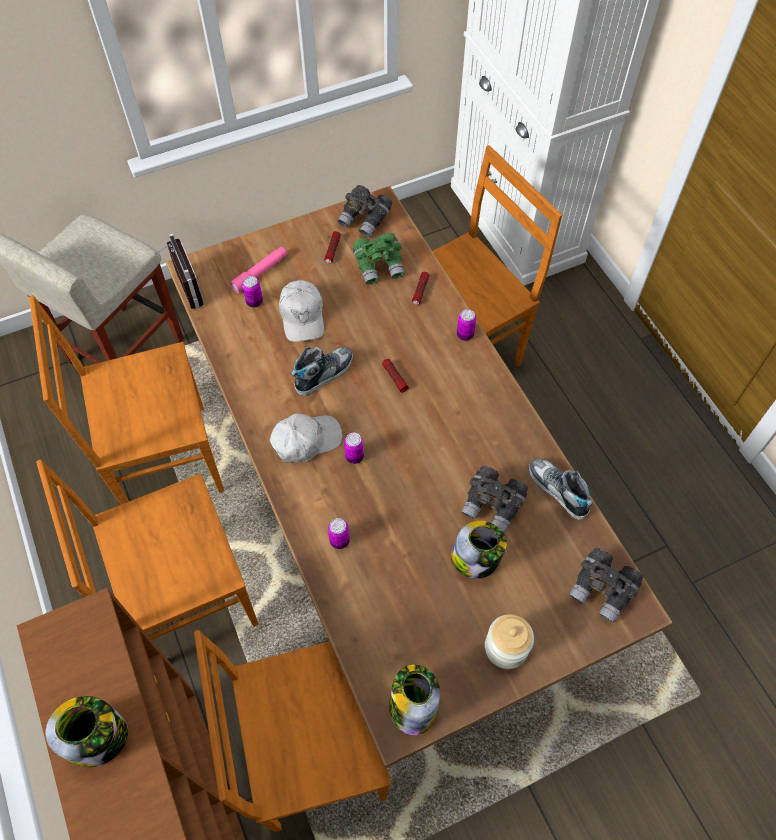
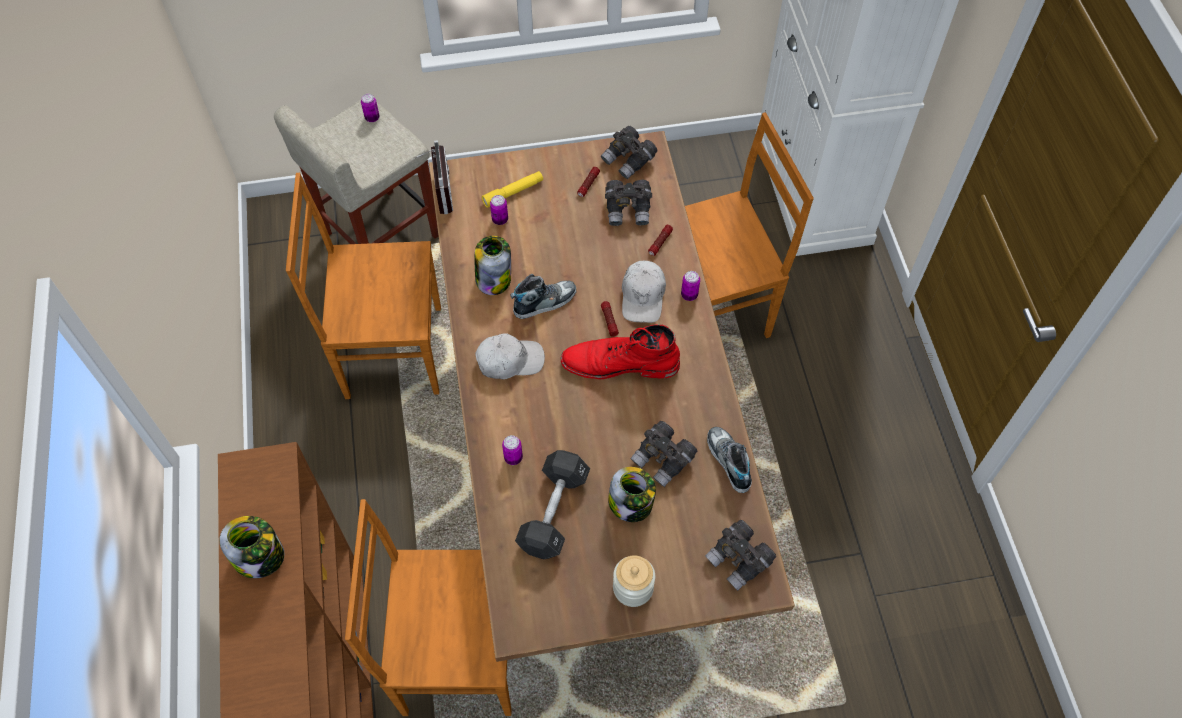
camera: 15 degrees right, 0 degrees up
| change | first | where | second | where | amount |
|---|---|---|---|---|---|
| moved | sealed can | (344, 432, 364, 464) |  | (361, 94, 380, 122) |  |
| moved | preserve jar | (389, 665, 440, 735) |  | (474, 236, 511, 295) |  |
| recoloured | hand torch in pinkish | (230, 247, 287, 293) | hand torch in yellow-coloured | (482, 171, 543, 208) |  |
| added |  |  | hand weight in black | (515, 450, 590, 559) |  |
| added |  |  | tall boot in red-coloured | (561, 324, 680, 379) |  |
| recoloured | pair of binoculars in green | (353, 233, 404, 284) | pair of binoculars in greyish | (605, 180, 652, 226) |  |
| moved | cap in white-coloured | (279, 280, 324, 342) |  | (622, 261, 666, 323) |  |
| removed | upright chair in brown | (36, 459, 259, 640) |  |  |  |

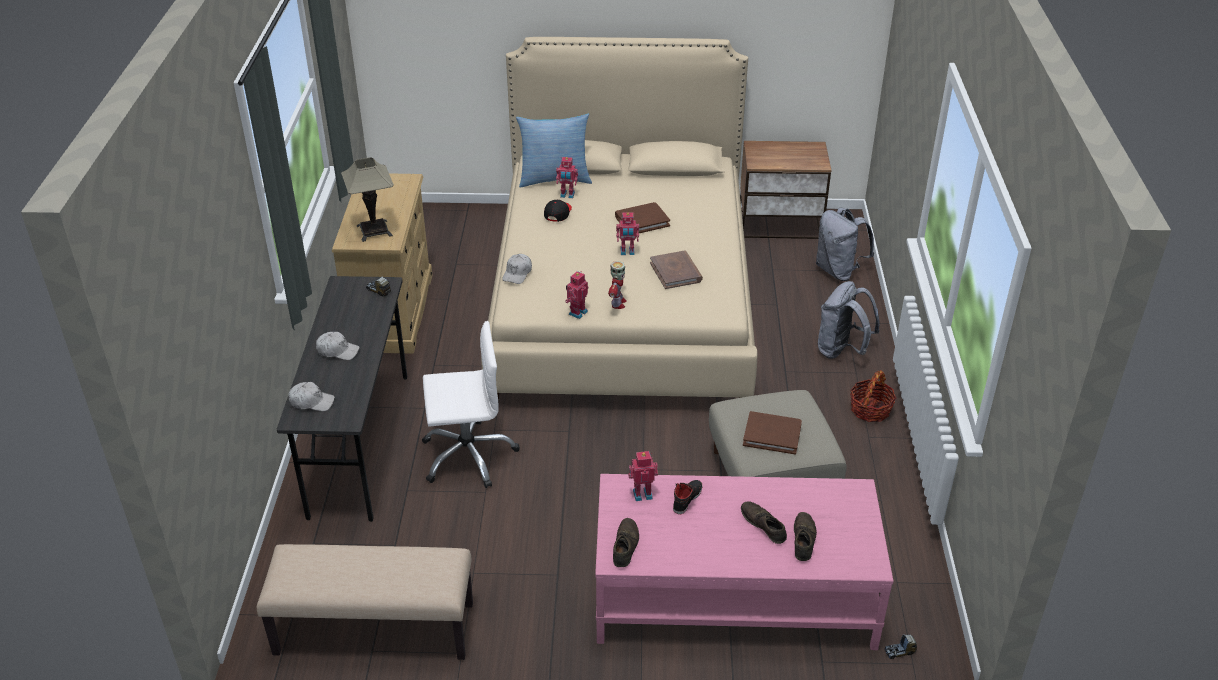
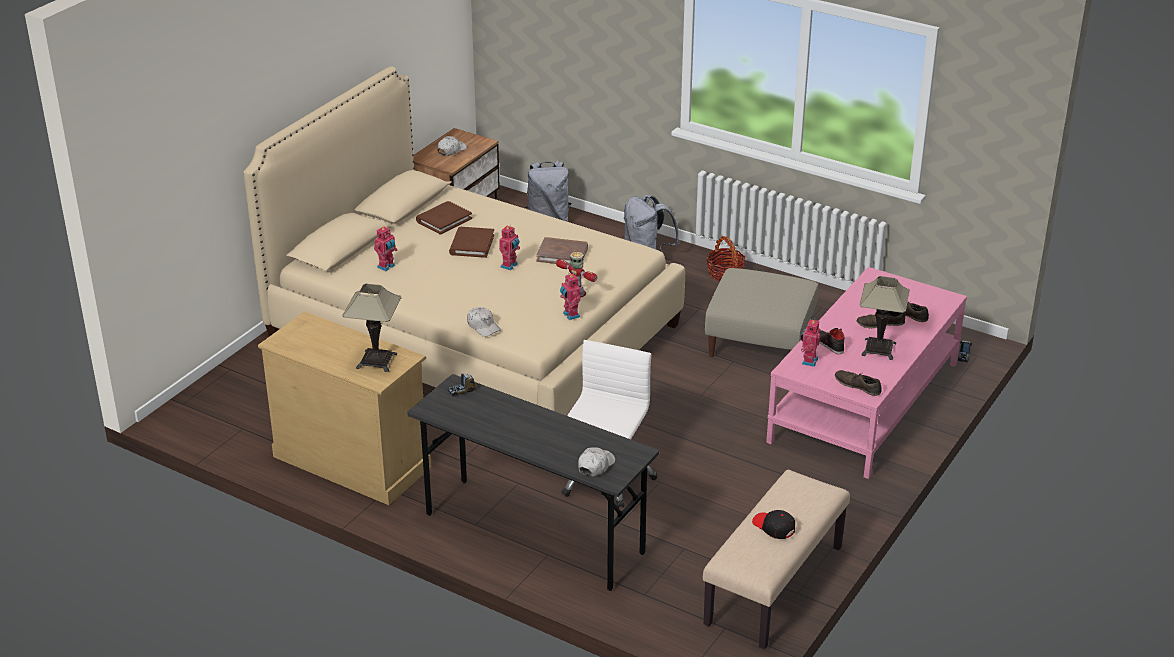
camera: 60 degrees left, 5 degrees down
| change | first | where | second | where | amount |
|---|---|---|---|---|---|
| moved | book in brown | (743, 411, 802, 455) |  | (416, 201, 472, 235) |  |
| moved | cap in white-coloured | (316, 332, 359, 360) |  | (437, 136, 467, 156) |  |
| moved | cap in black | (544, 200, 572, 222) |  | (752, 510, 795, 539) |  |
| added |  |  | tabletop lamp | (859, 276, 910, 360) |  |
| removed | throw pillow | (516, 114, 592, 187) |  |  |  |

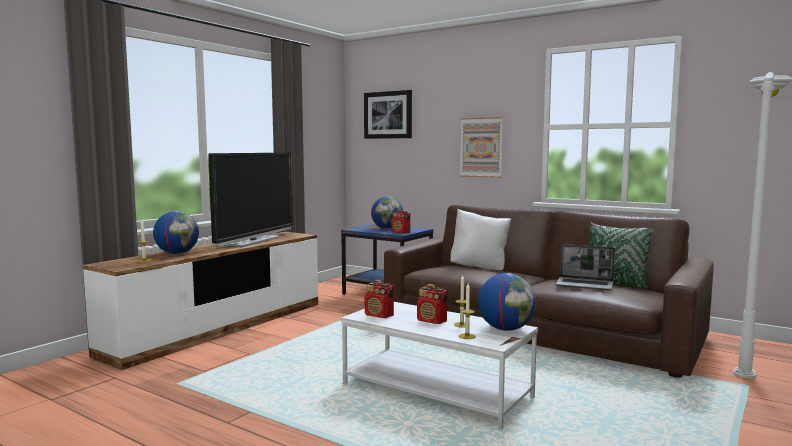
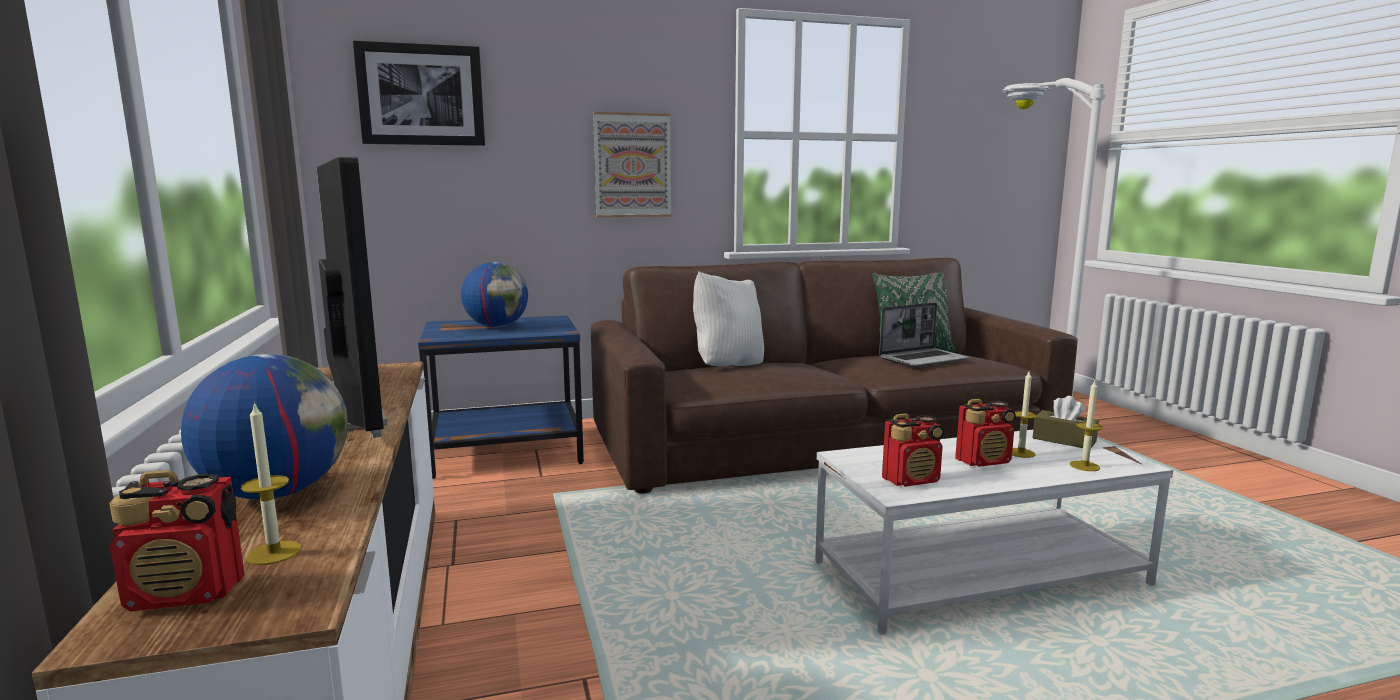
camera: 50 degrees left, 5 degrees up
| change | first | where | second | where | amount |
|---|---|---|---|---|---|
| moved | radio receiver | (391, 210, 410, 234) |  | (110, 470, 245, 611) |  |
| replaced | globe | (478, 273, 536, 331) | tissue holder in brown | (1033, 396, 1099, 448) |  |

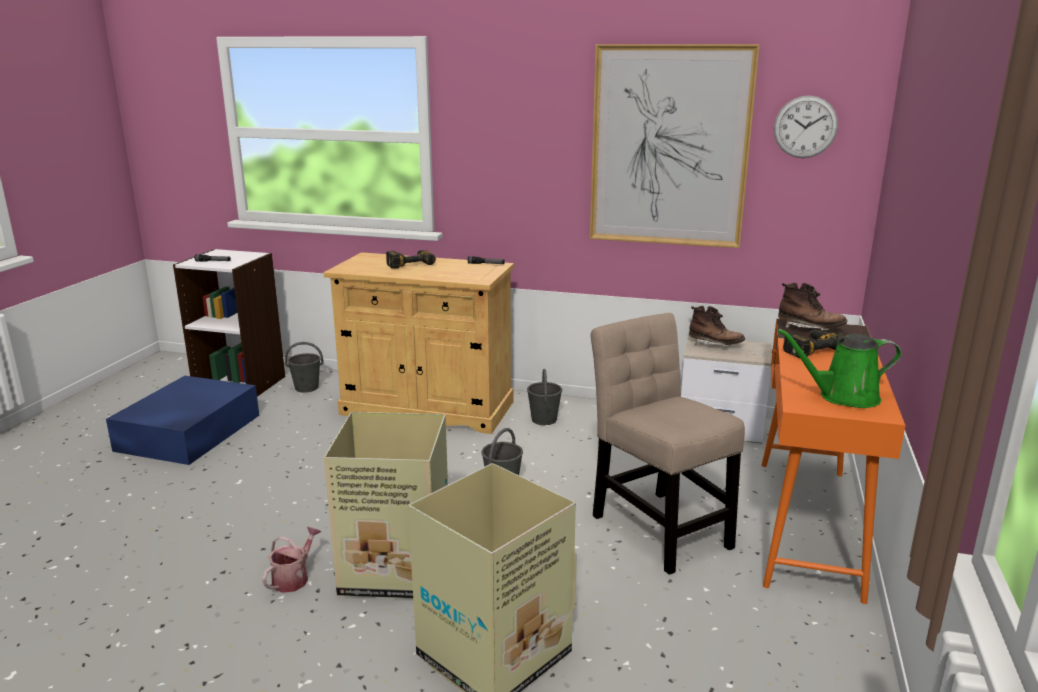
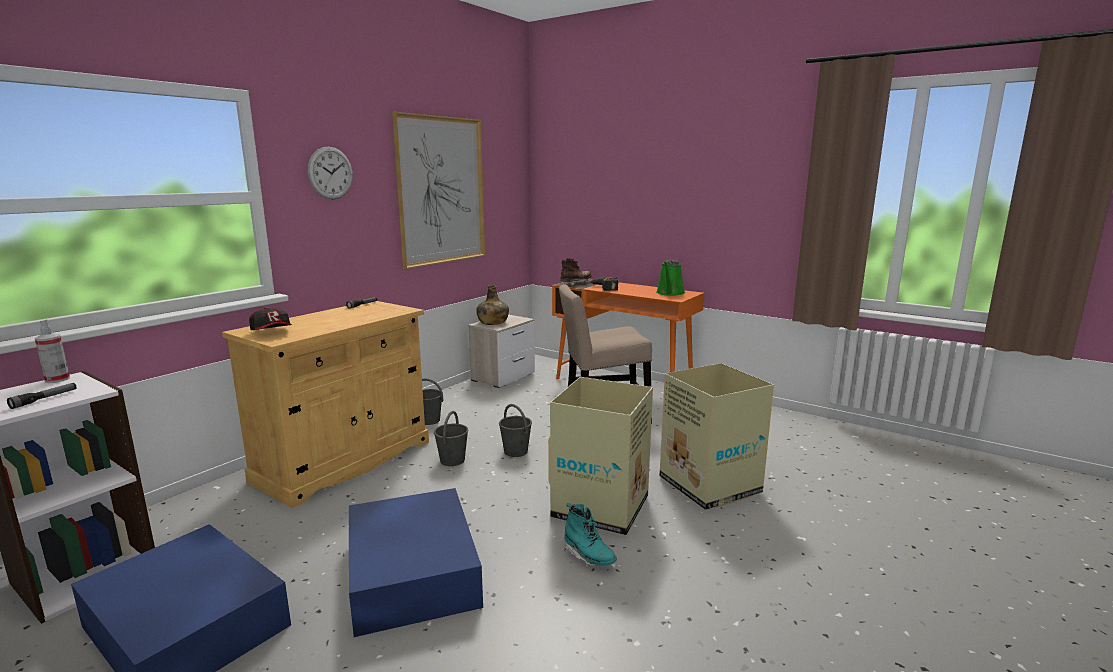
camera: 70 degrees left, 5 degrees down
| change | first | where | second | where | amount |
|---|---|---|---|---|---|
| added |  |  | sprayer | (35, 319, 70, 383) |  |
| added |  |  | cap | (249, 307, 292, 330) |  |
| moved | clock on the wall | (774, 95, 838, 158) |  | (308, 146, 353, 199) |  |
| added |  |  | storage container in blue-coloured | (349, 488, 483, 637) |  |
| moved | water bucket in greyish | (285, 342, 324, 392) |  | (434, 411, 468, 466) |  |
| replaced | tall boot in brown | (689, 306, 745, 347) | bottle in green | (476, 285, 509, 325) |  |
| replaced | watering can | (262, 526, 321, 593) | tall boot in turquoise-coloured | (564, 503, 617, 566) |  |
| removed | electric drill | (386, 250, 436, 269) |  |  |  |

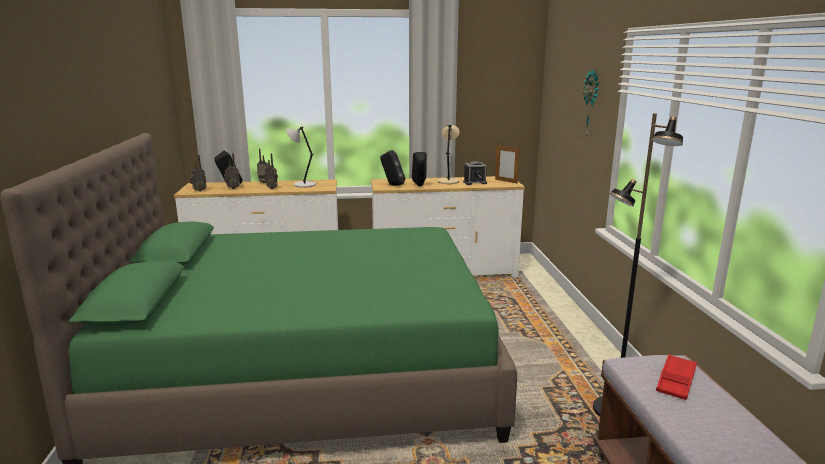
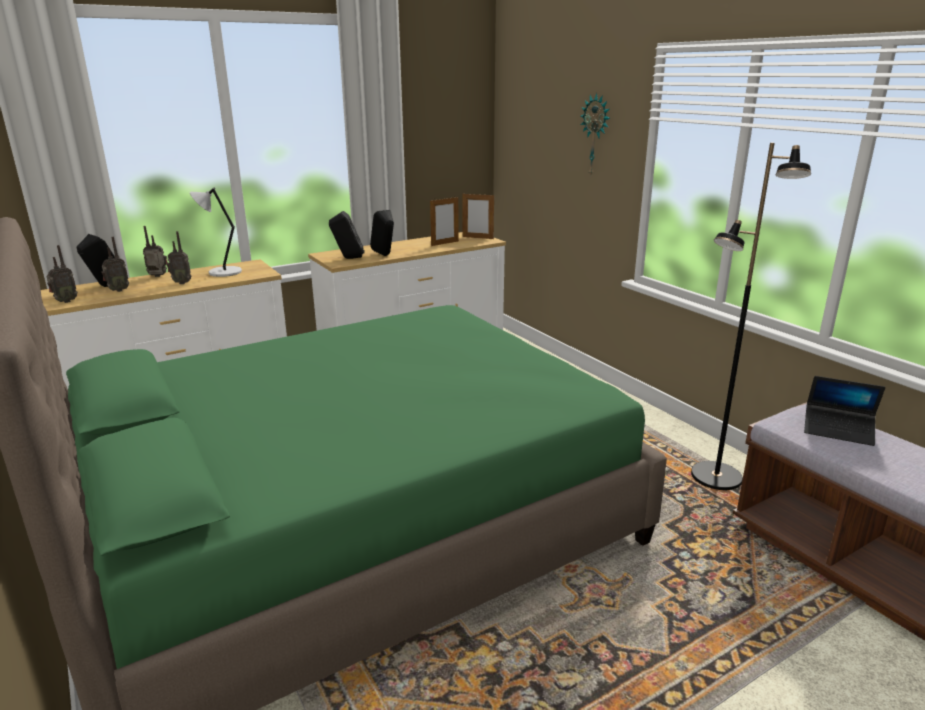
camera: 25 degrees left, 5 degrees up
| change | first | where | second | where | amount |
|---|---|---|---|---|---|
| replaced | table clock | (463, 162, 487, 185) | photo frame | (430, 196, 459, 246) |  |
| replaced | carrying tray in red-coloured | (656, 354, 697, 400) | portable computer | (804, 376, 885, 446) |  |
| removed | tabletop lamp in beige | (438, 125, 459, 184) |  |  |  |

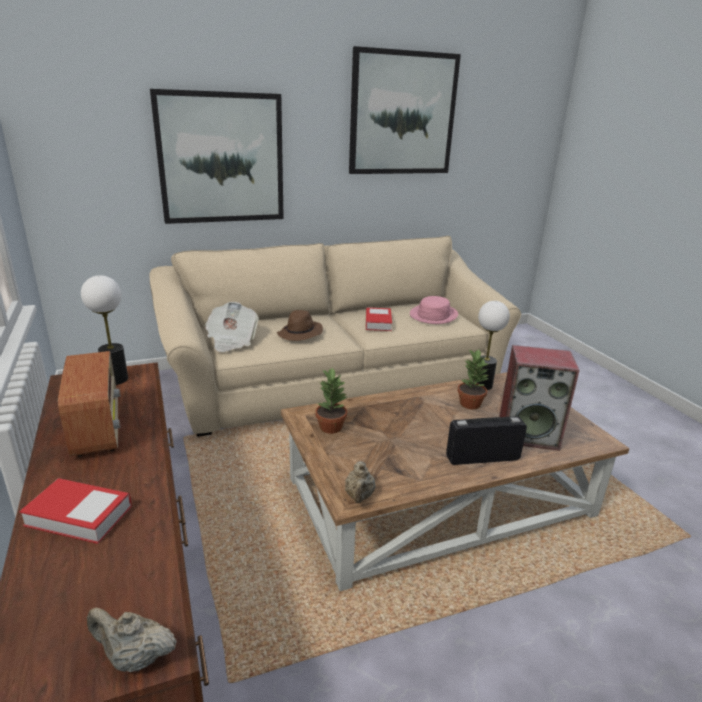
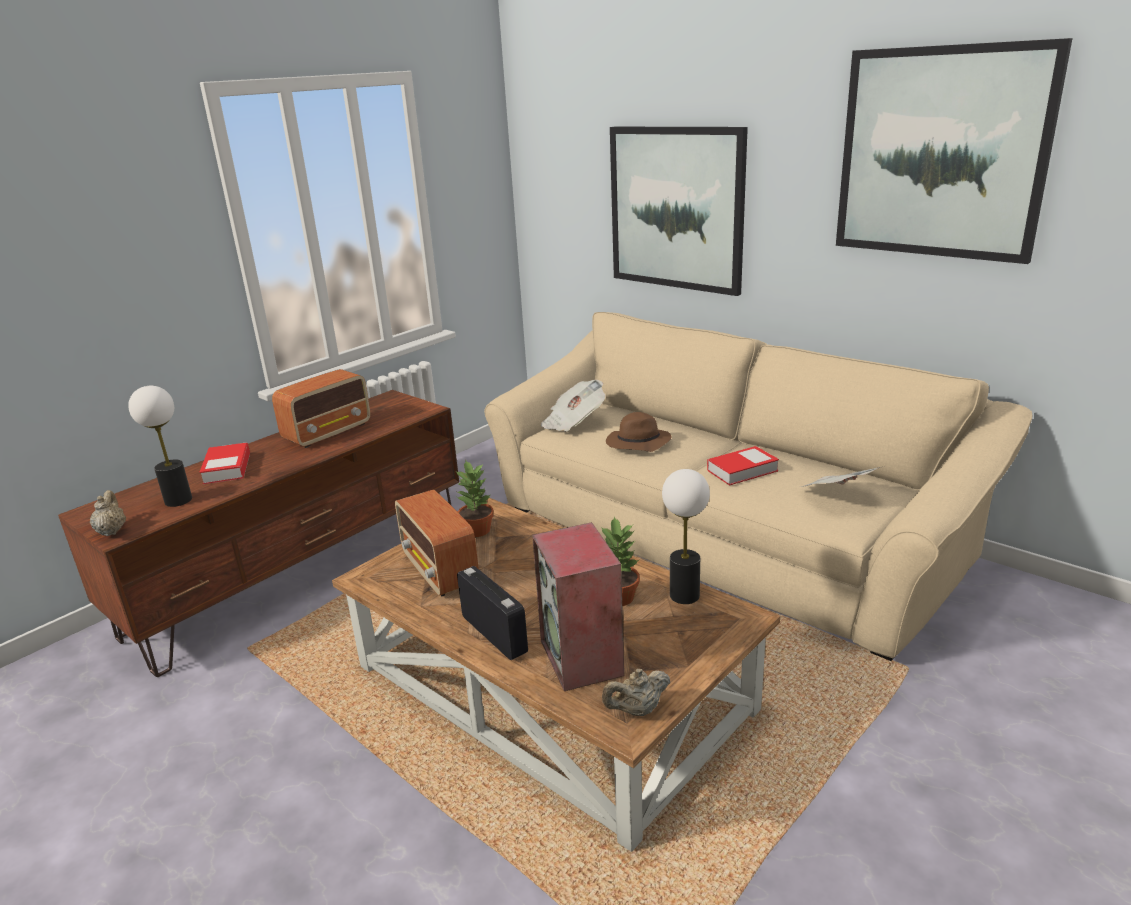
camera: 65 degrees right, 0 degrees up
| change | first | where | second | where | amount |
|---|---|---|---|---|---|
| moved | tabletop lamp | (81, 275, 128, 385) |  | (128, 386, 192, 507) |  |
| added |  |  | radio receiver | (395, 489, 479, 597) |  |
| moved | pot for tea in beige | (345, 461, 375, 503) |  | (602, 669, 670, 716) |  |
| replaced | wearable hat in pinkish | (410, 296, 458, 324) | daily paper | (801, 466, 885, 487) |  |

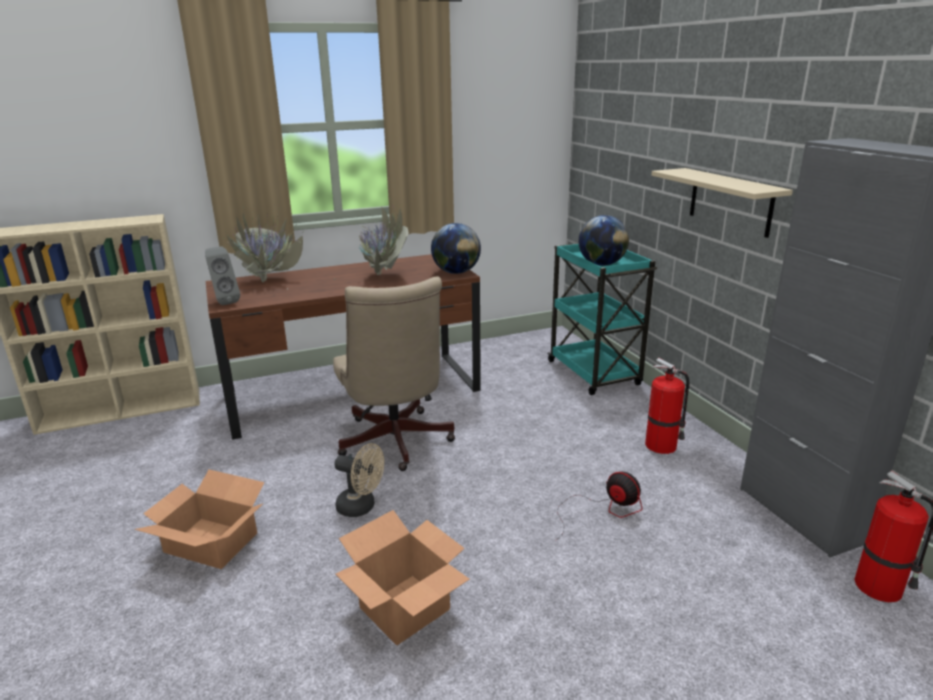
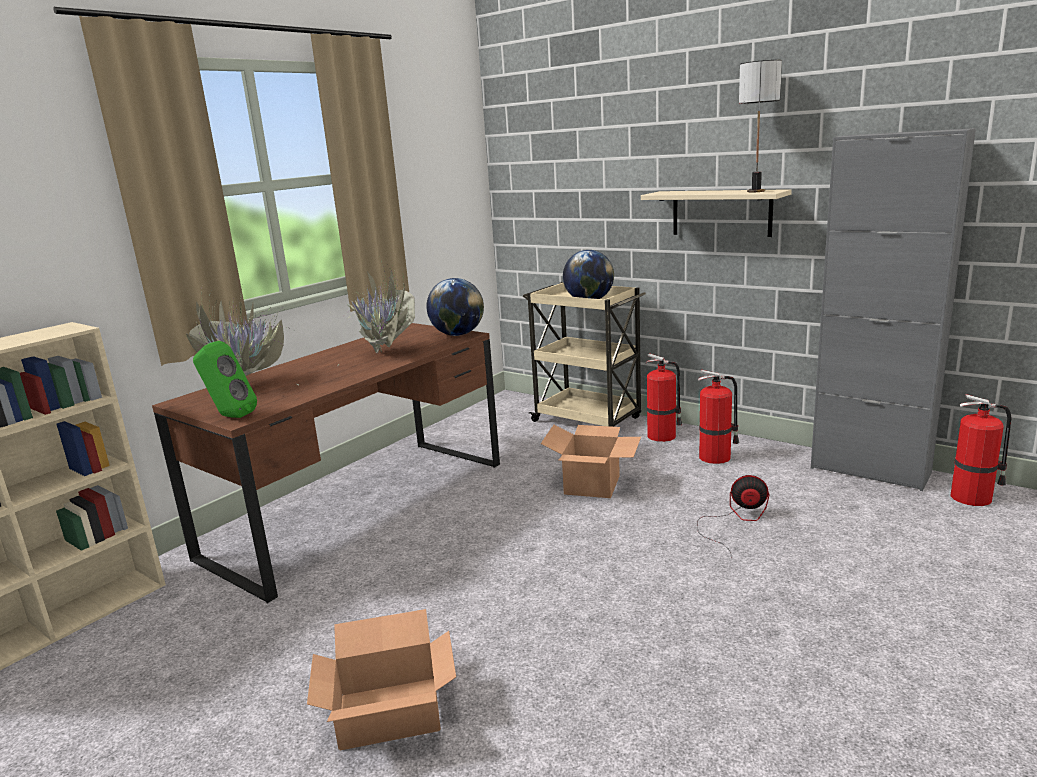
camera: 30 degrees left, 5 degrees down
| change | first | where | second | where | amount |
|---|---|---|---|---|---|
| recoloured | loudspeaker in greyish | (205, 246, 240, 305) | loudspeaker in green | (193, 341, 257, 418) |  |
| recoloured | wheeled cart in turquoise-coloured | (548, 243, 657, 395) | wheeled cart in beige | (523, 282, 646, 427) |  |
| moved | carton | (336, 510, 470, 645) |  | (541, 425, 641, 498) |  |
| added |  |  | fire-fighting cylinder | (645, 353, 682, 442) |  |
| added |  |  | tabletop lamp | (739, 60, 782, 192) |  |
| removed | desk chair in beige | (333, 276, 455, 471) |  |  |  |
| removed | fan in beige | (334, 443, 384, 517) |  |  |  |

